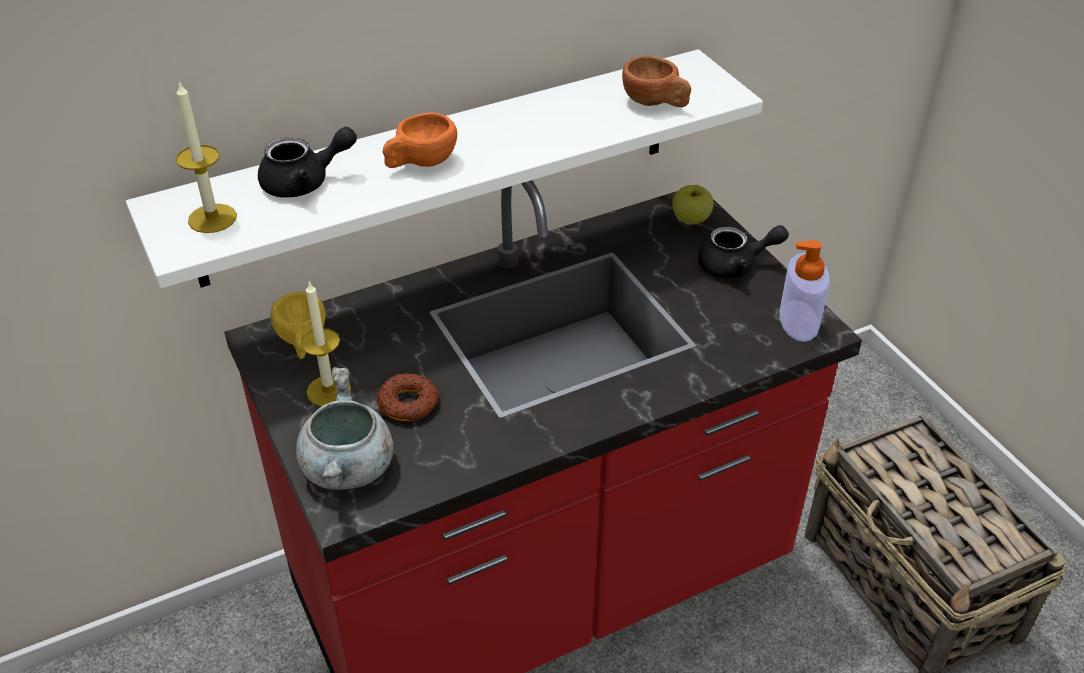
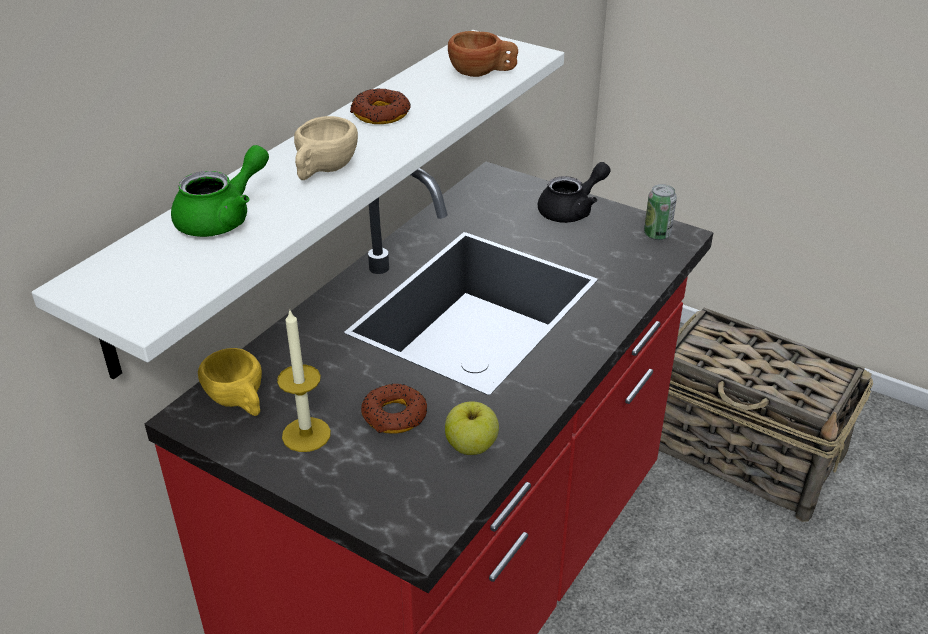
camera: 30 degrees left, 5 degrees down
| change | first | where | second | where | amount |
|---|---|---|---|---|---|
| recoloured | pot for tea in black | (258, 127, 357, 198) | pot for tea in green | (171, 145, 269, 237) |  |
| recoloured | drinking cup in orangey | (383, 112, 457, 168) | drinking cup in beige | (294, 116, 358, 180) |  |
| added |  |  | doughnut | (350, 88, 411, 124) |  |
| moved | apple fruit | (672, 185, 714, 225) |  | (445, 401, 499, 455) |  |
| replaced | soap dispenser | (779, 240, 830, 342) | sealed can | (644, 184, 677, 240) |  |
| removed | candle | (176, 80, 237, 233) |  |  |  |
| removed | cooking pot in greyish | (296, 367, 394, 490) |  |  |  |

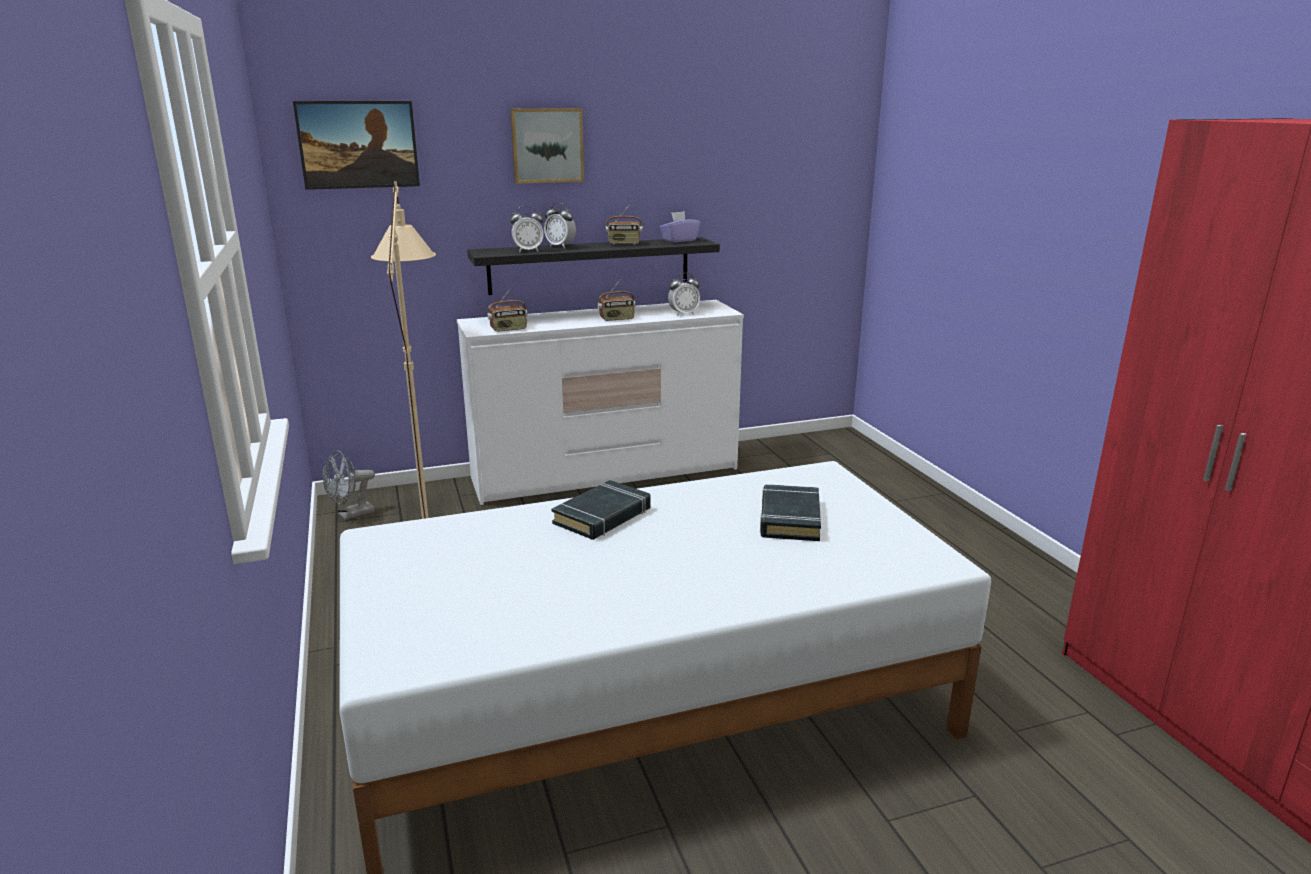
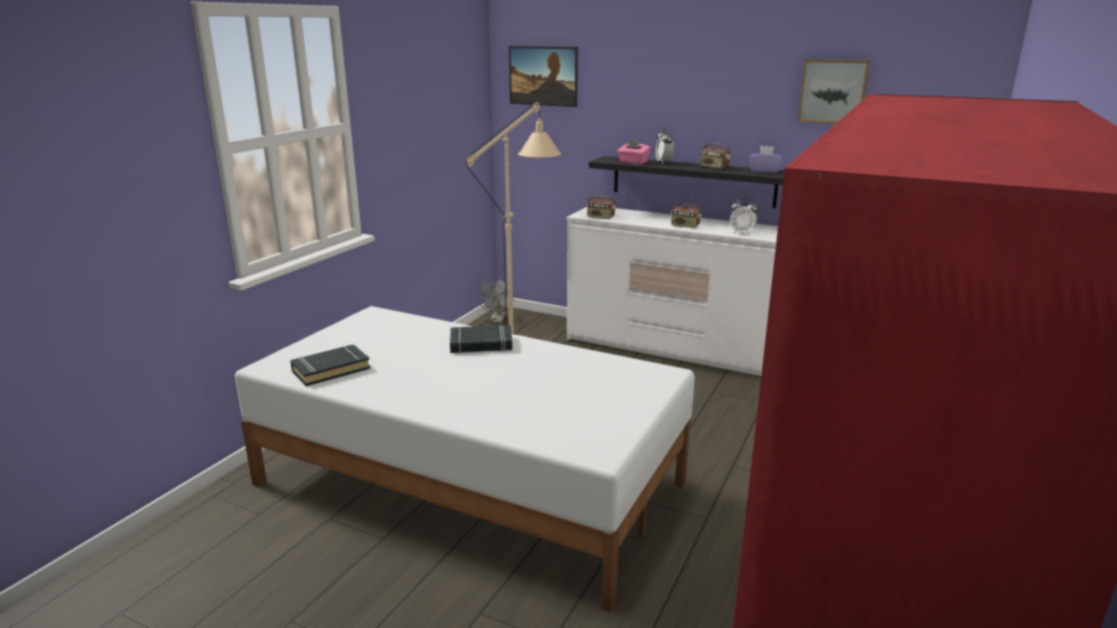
camera: 45 degrees right, 0 degrees up
| change | first | where | second | where | amount |
|---|---|---|---|---|---|
| moved | book in black | (760, 484, 821, 541) |  | (290, 344, 371, 386) |  |
| turned | fan in greyish | (323, 450, 375, 520) |  | (478, 278, 514, 323) | 90 degrees counterclockwise |
| replaced | table clock | (510, 206, 544, 252) | tissue holder in pinkish | (617, 139, 651, 164) |  |
| moved | picture | (510, 108, 584, 184) |  | (798, 59, 870, 123) |  |

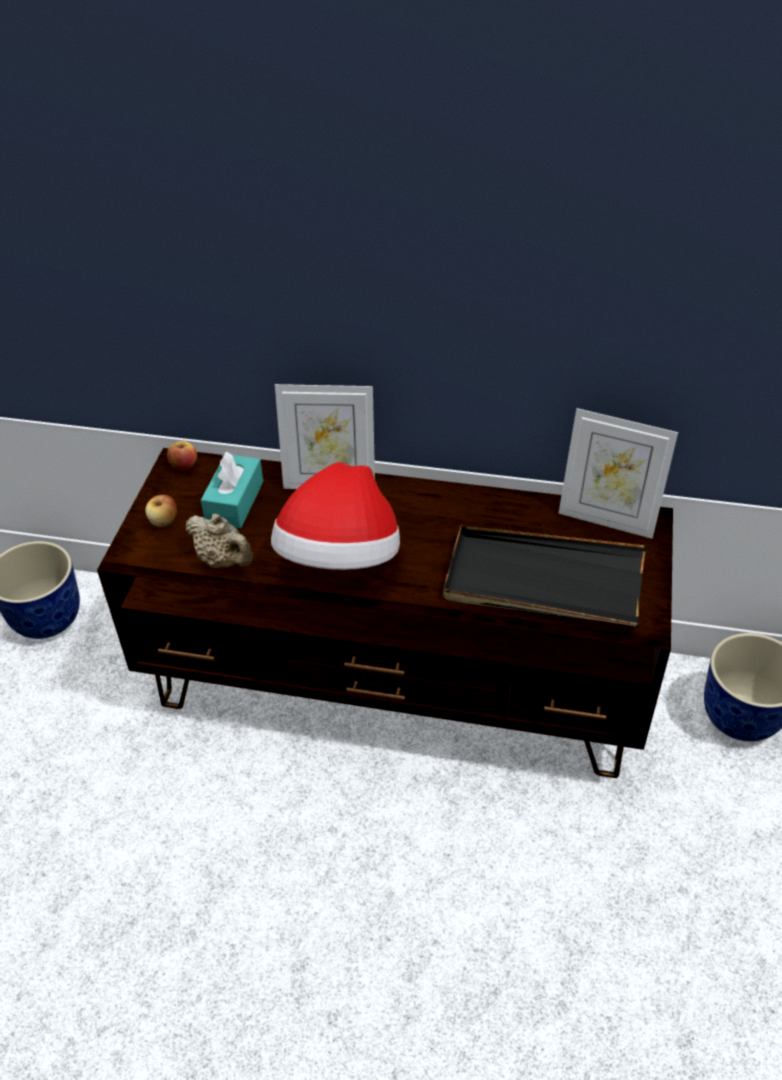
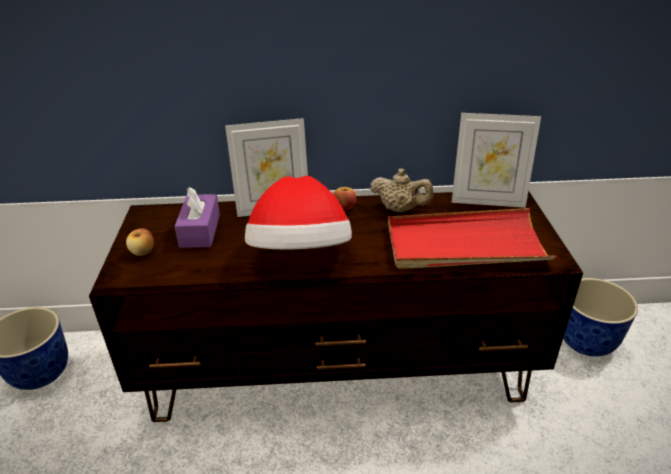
camera: 15 degrees left, 10 degrees down
| change | first | where | second | where | amount |
|---|---|---|---|---|---|
| recoloured | tissue holder in turquoise-coloured | (201, 452, 264, 528) | tissue holder in purple | (174, 187, 220, 248) |  |
| moved | apple fruit | (167, 441, 197, 471) |  | (333, 187, 356, 210) |  |
| moved | pot for tea in beige | (185, 514, 253, 568) |  | (370, 169, 434, 212) |  |
| recoloured | carrying tray in black | (443, 525, 646, 627) | carrying tray in red-coloured | (388, 208, 557, 269) |  |

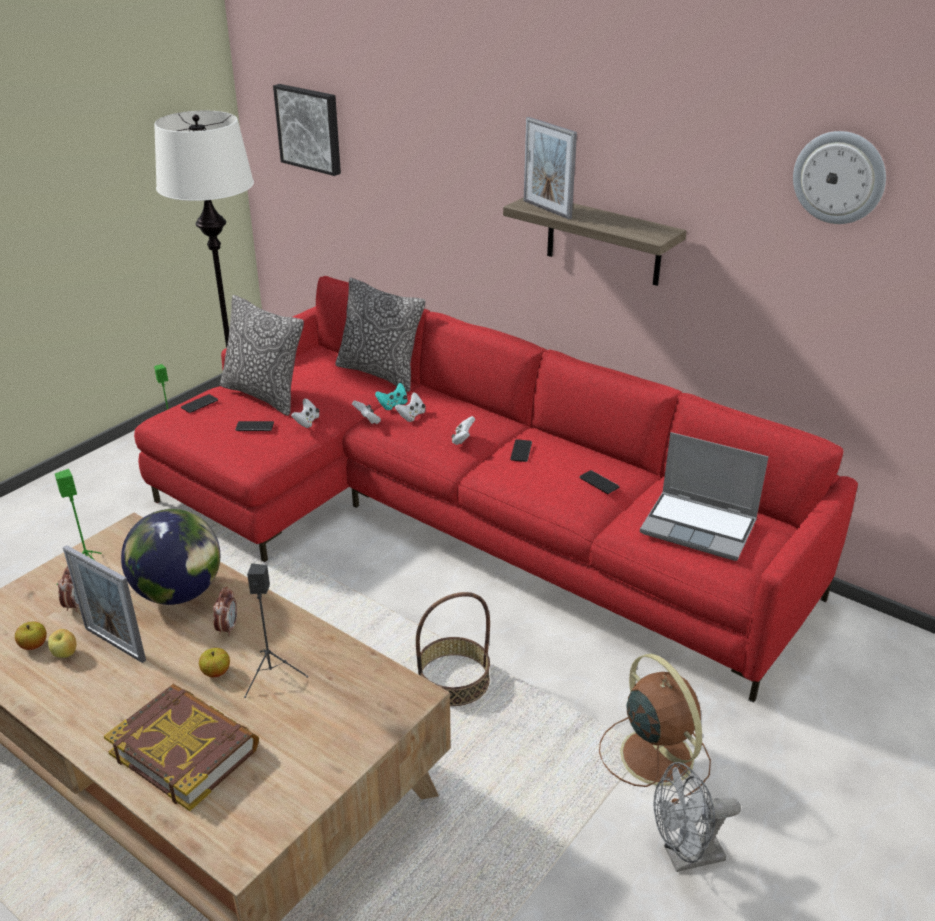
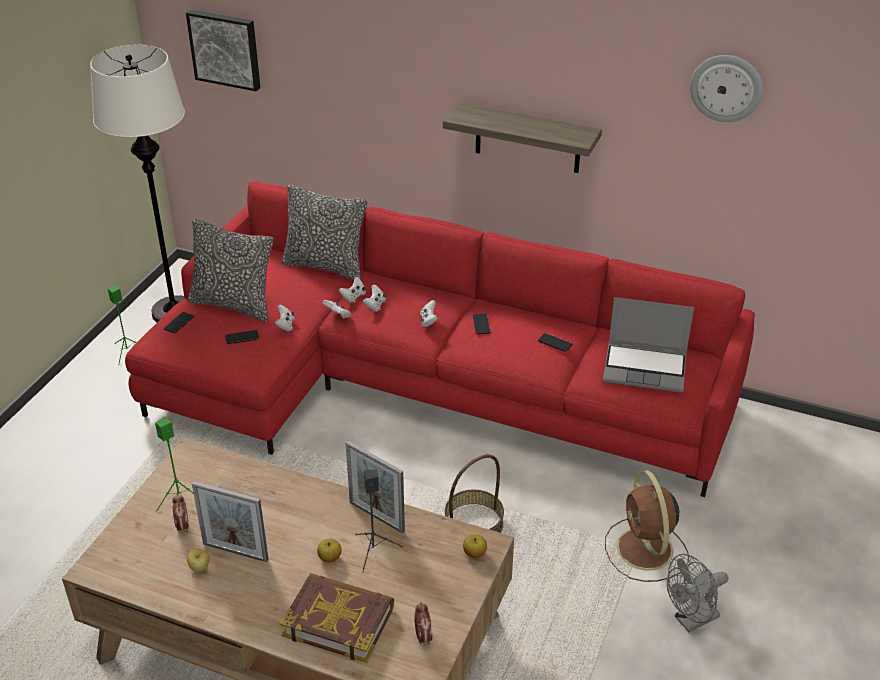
camera: 15 degrees left, 5 degrees up
| change | first | where | second | where | amount |
|---|---|---|---|---|---|
| recoloured | gamepad in turquoise-coloured | (375, 383, 408, 410) | gamepad in white-coloured | (339, 276, 366, 303) |  |
| moved | photo frame | (524, 117, 577, 219) |  | (346, 441, 405, 534) |  |
| moved | table clock | (213, 586, 237, 636) |  | (414, 602, 433, 645) |  |
| moved | apple fruit | (15, 622, 47, 650) |  | (463, 534, 487, 558) |  |
| turned | fan in brown | (599, 654, 711, 803) |  | (605, 470, 689, 582) | 150 degrees counterclockwise |
| removed | globe | (121, 509, 220, 605) |  |  |  |

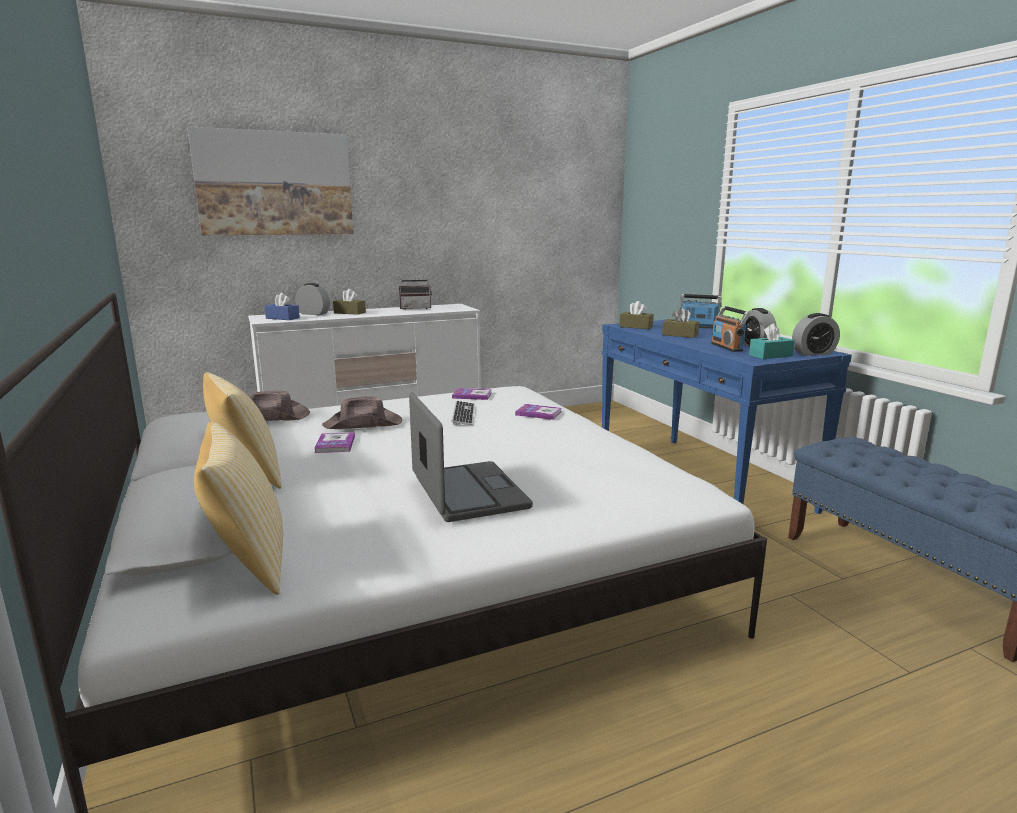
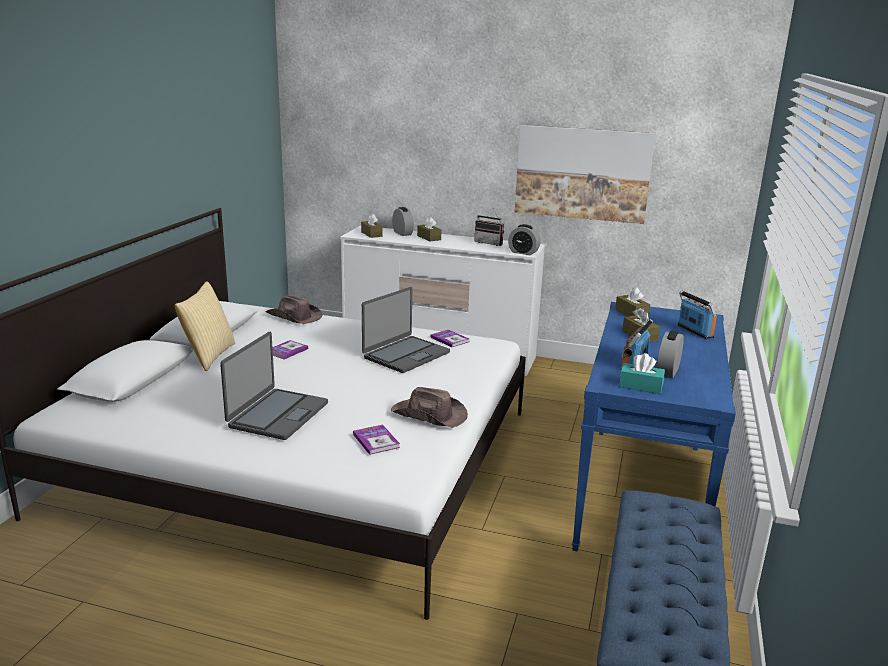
camera: 40 degrees right, 5 degrees up
| change | first | where | second | where | amount |
|---|---|---|---|---|---|
| moved | book | (515, 404, 561, 420) |  | (353, 424, 400, 455) |  |
| recoloured | tissue holder in blue-coloured | (265, 293, 300, 320) | tissue holder in brown | (361, 213, 383, 238) |  |
| replaced | computer keyboard | (451, 401, 475, 425) | portable computer | (362, 287, 450, 373) |  |
| moved | wearable hat in brown | (322, 396, 402, 429) |  | (391, 387, 468, 428) |  |
| moved | table clock | (792, 313, 840, 356) |  | (508, 224, 541, 255) |  |
| moved | picture | (187, 127, 353, 236) |  | (514, 125, 656, 224) |  |
| removed | throw pillow | (194, 421, 283, 595) |  |  |  |

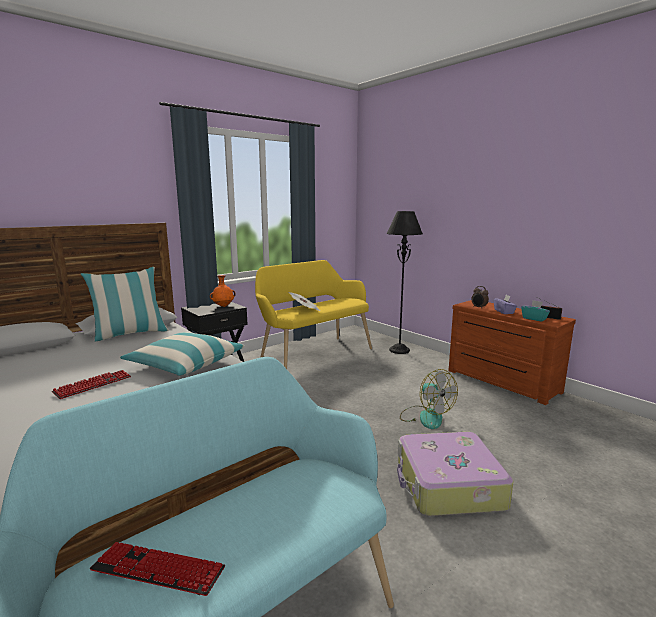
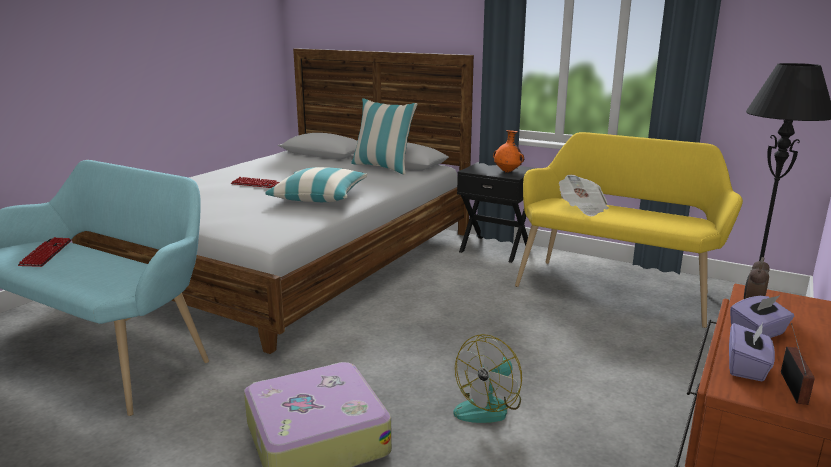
camera: 70 degrees right, 5 degrees up
| change | first | where | second | where | amount |
|---|---|---|---|---|---|
| recoloured | tissue holder in turquoise-coloured | (521, 300, 550, 321) | tissue holder in purple | (729, 323, 775, 381) |  |

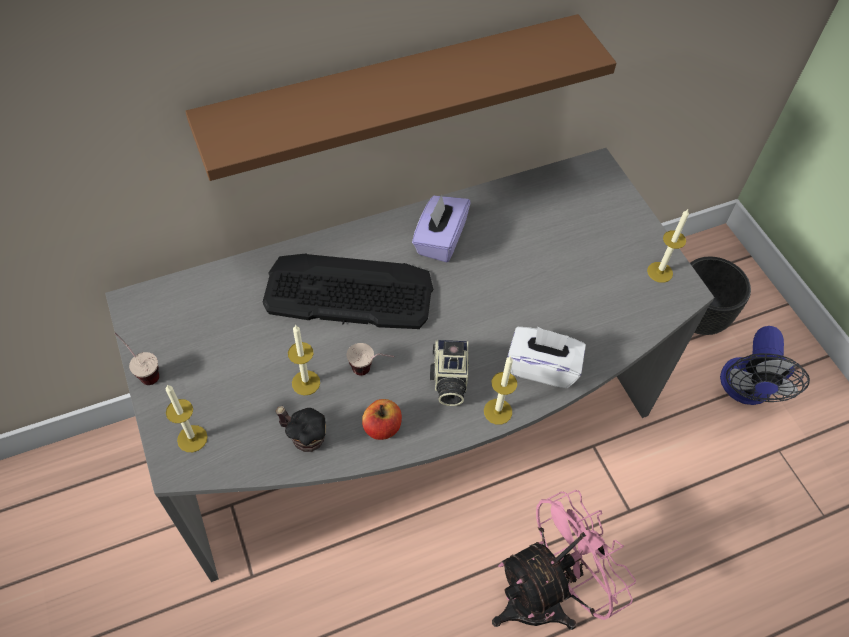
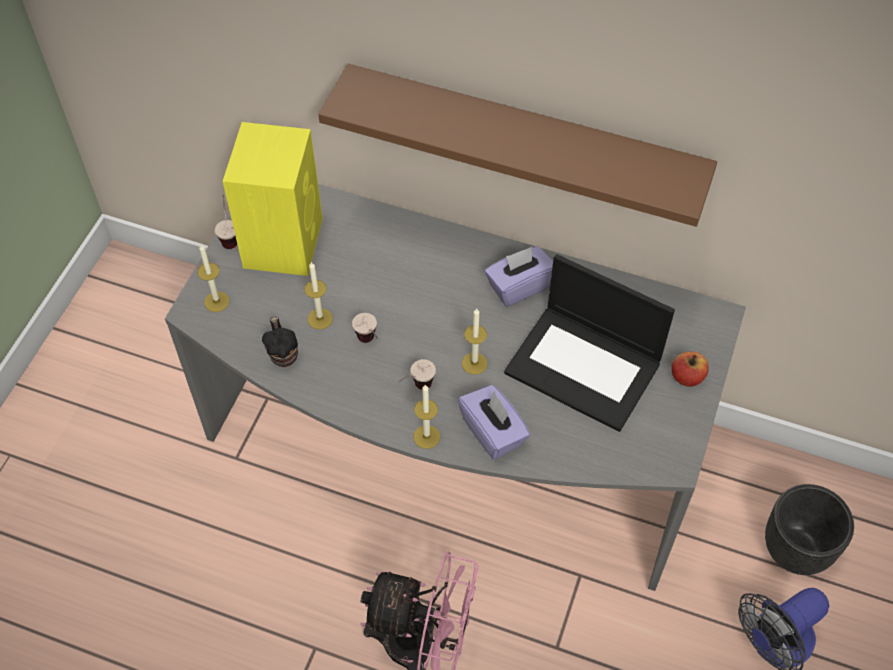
camera: 45 degrees right, 0 degrees up
| change | first | where | second | where | amount |
|---|---|---|---|---|---|
| added |  |  | loudspeaker in yellow-coloured | (223, 122, 323, 276) |  |
| replaced | photo camera | (430, 340, 469, 406) | drinking cup | (398, 359, 436, 390) |  |
| recoloured | tissue holder in white-coloured | (507, 327, 586, 388) | tissue holder in purple | (458, 385, 530, 460) |  |
| moved | candle | (647, 209, 689, 283) |  | (462, 308, 488, 375) |  |
| added |  |  | portable computer | (504, 254, 675, 432) |  |
| moved | apple fruit | (362, 399, 402, 440) |  | (671, 352, 709, 387) |  |
| removed | computer keyboard | (263, 253, 433, 329) |  |  |  |

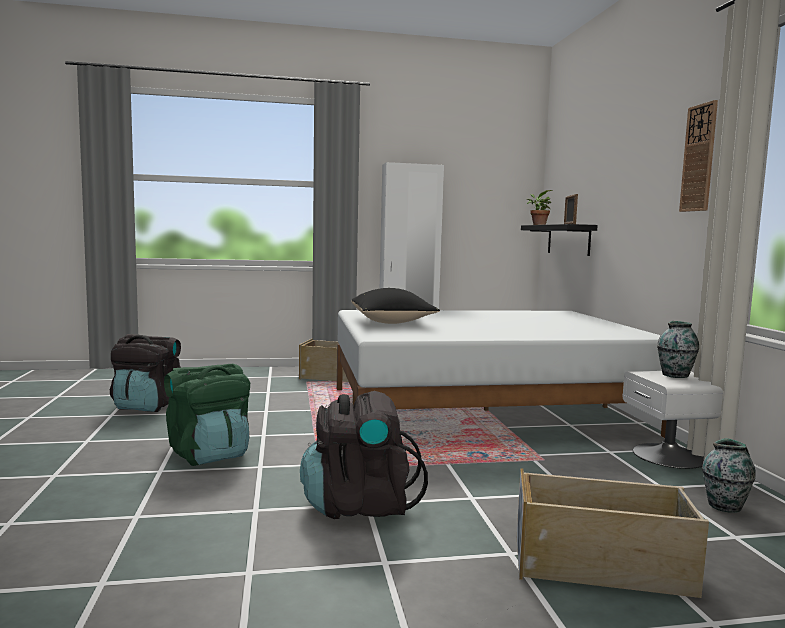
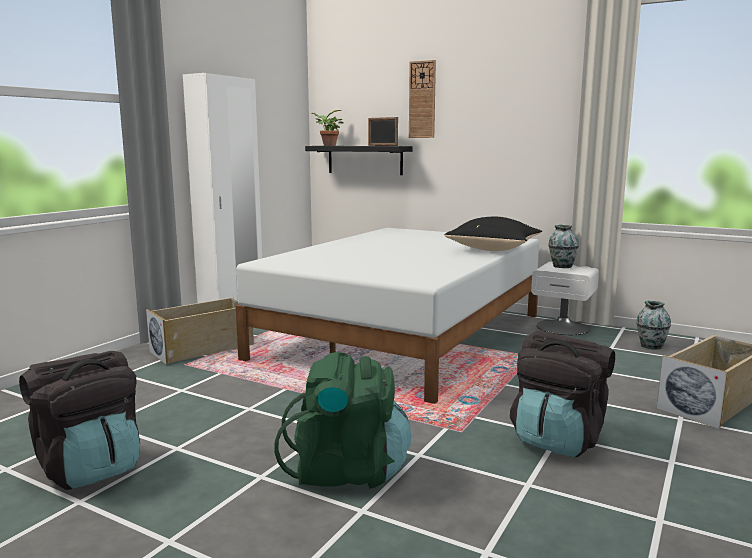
camera: 50 degrees left, 5 degrees up
| change | first | where | second | where | amount |
|---|---|---|---|---|---|
| moved | clock on the wall | (679, 100, 718, 212) |  | (409, 60, 436, 138) |  |
| moved | throw pillow in black | (351, 288, 440, 324) |  | (444, 217, 542, 251) |  |

